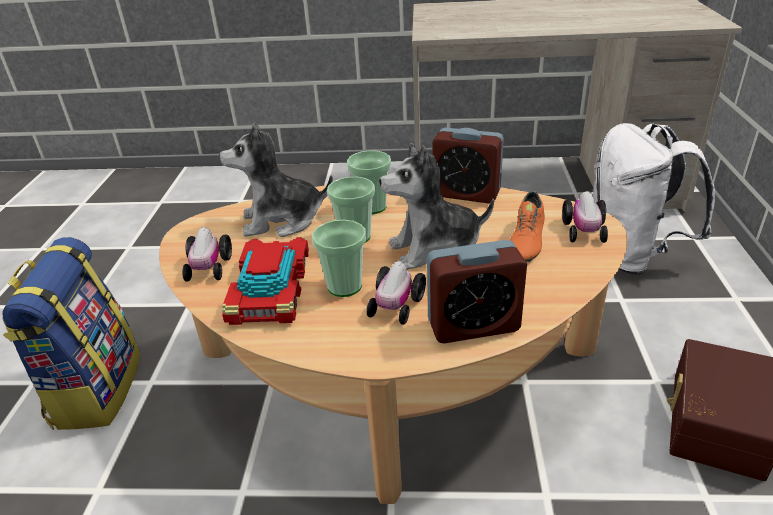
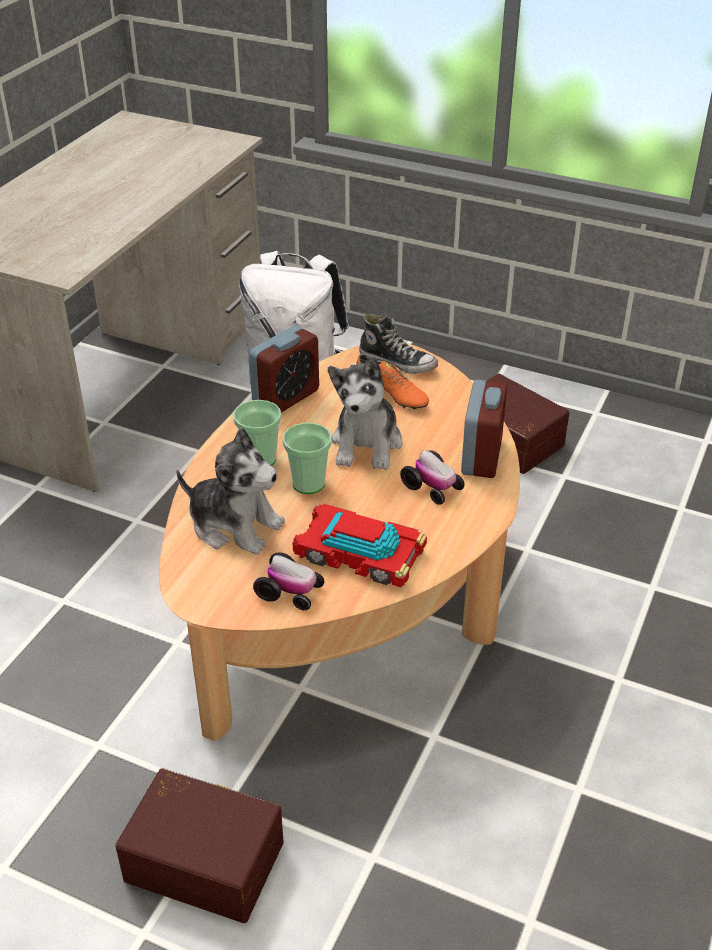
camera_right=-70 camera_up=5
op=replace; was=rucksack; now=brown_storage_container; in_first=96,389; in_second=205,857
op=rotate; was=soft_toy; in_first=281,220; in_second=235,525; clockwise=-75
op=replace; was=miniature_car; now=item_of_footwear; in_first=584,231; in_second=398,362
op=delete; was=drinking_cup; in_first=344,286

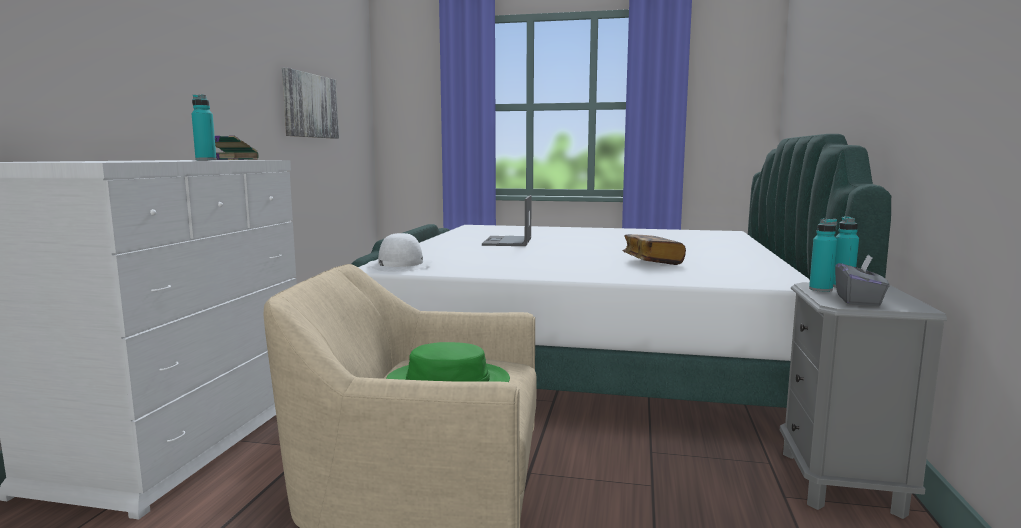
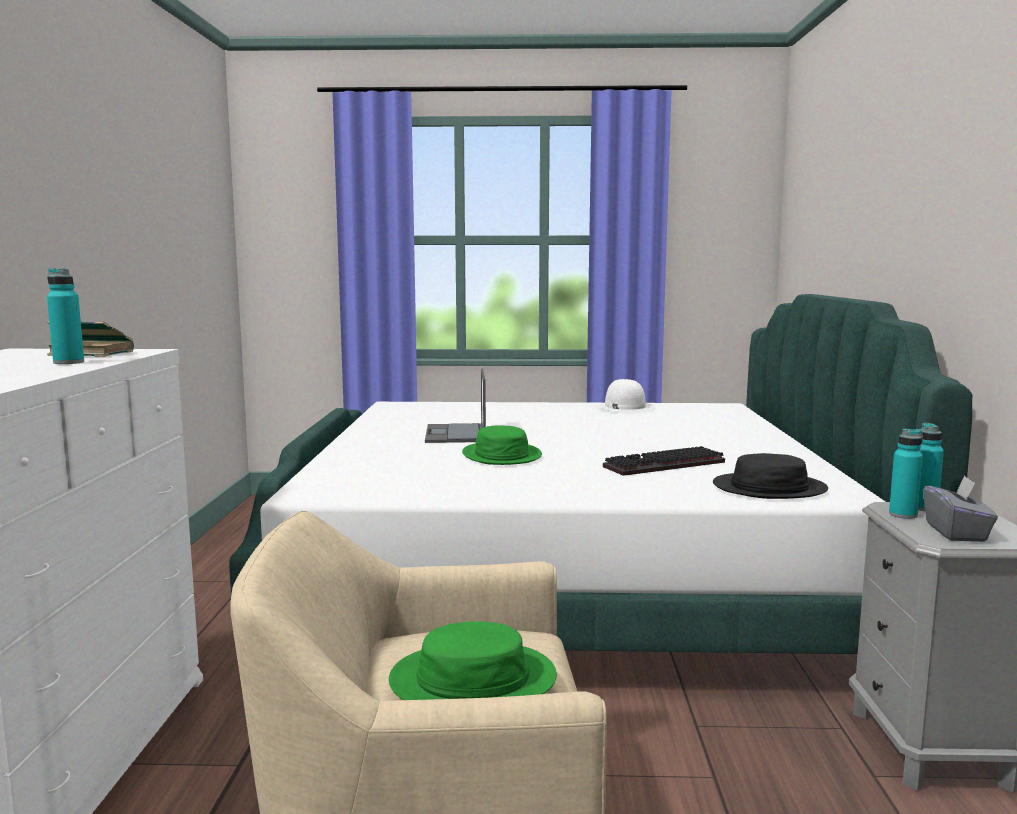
camera_right=-10 camera_up=0
op=insert; now=green-coloured_wearable_hat; in_second=501,455
op=move; was=white-coloured_wearable_hat; in_first=400,265; in_second=624,408
op=replace; was=book; now=PC_keyboard; in_first=652,262; in_second=664,465
op=insert; now=blackish_wearable_hat; in_second=769,488
op=delete; was=wall_art; in_first=309,106

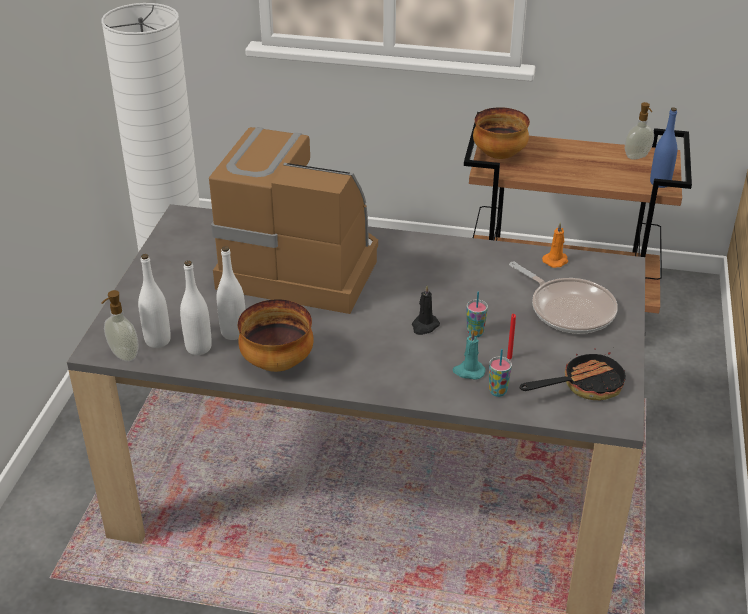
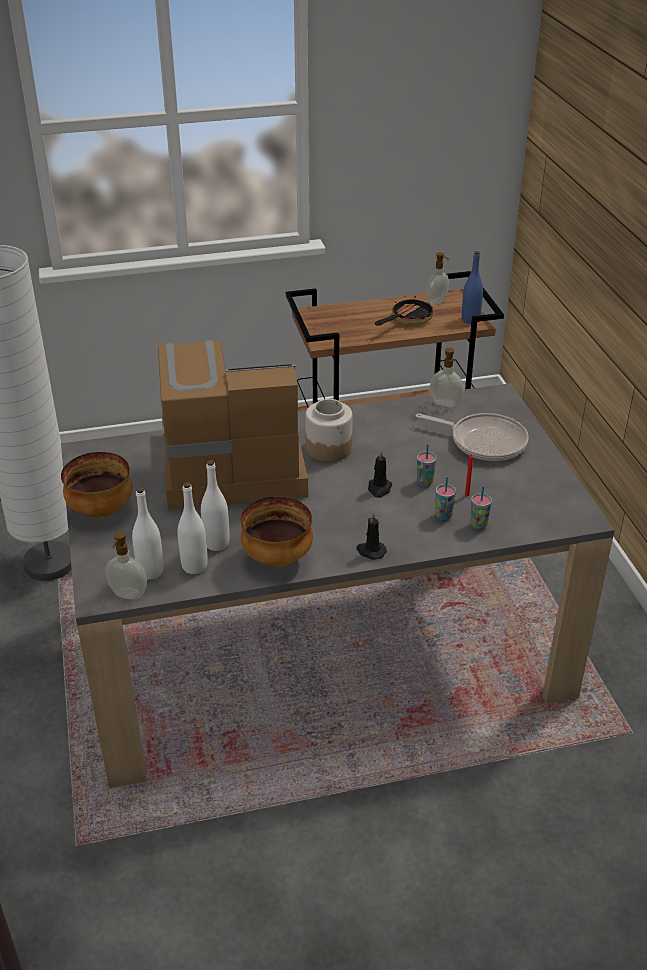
camera_right=-25 camera_up=0
op=move; was=serving_bowl; in_first=500,155; in_second=102,510
op=insert; now=storage_jar; in_second=329,448
op=insert; now=blackish_candle; in_second=370,551
op=move; was=pan; in_first=584,385; in_second=407,320
op=replace; was=orange-coloured_candle; now=liquid_soap_bottle; in_first=556,261; in_second=444,404
op=replace; was=turquoise-coloured_candle; now=drinking_cup; in_first=468,371; in_second=443,516

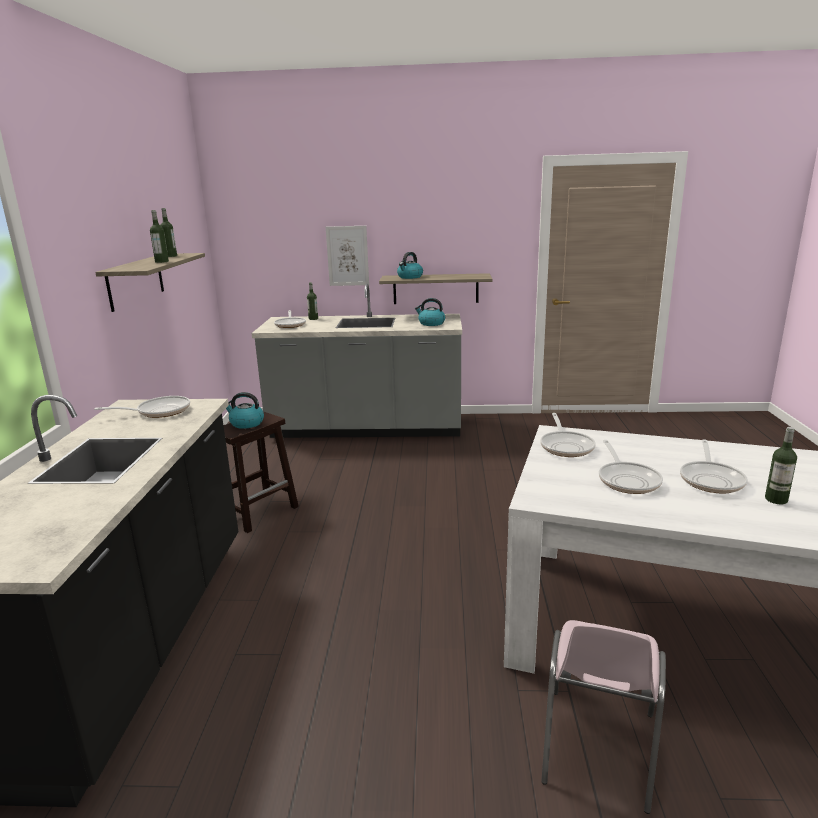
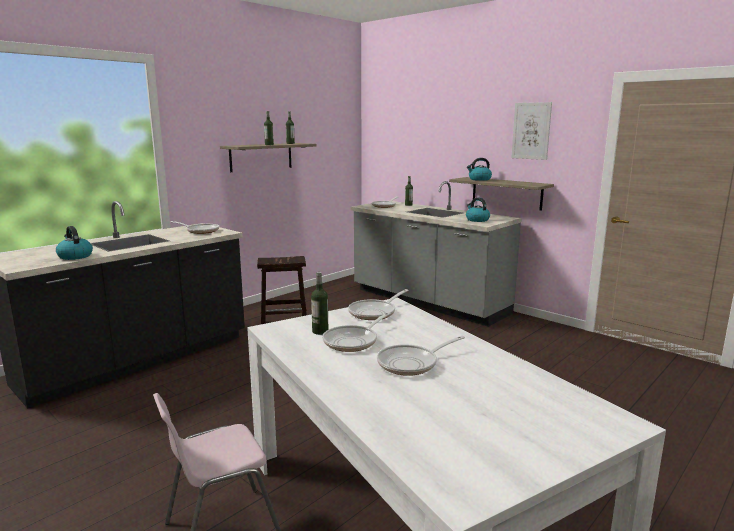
camera_right=40 camera_up=-5
op=move; was=water_kettle; in_first=246,423; in_second=75,256
op=move; was=beverage_bottle; in_first=776,499; in_second=320,331
op=move; was=wall_art; in_first=347,256; in_second=531,131

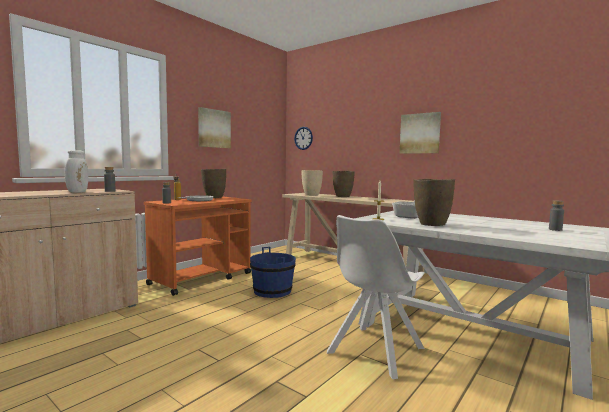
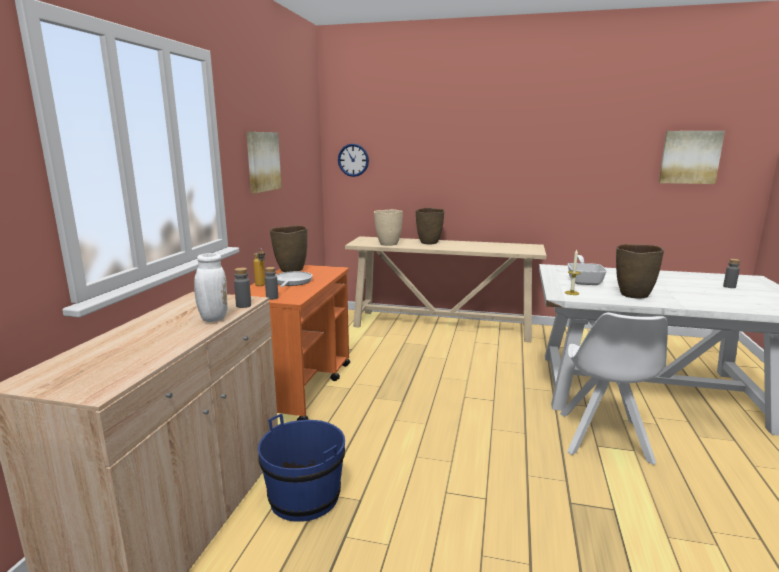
camera_right=-25 camera_up=10
op=move; was=blue-coloured_pail; in_first=272,291; in_second=305,497
op=move; was=wall_art; in_first=420,133; in_second=690,157

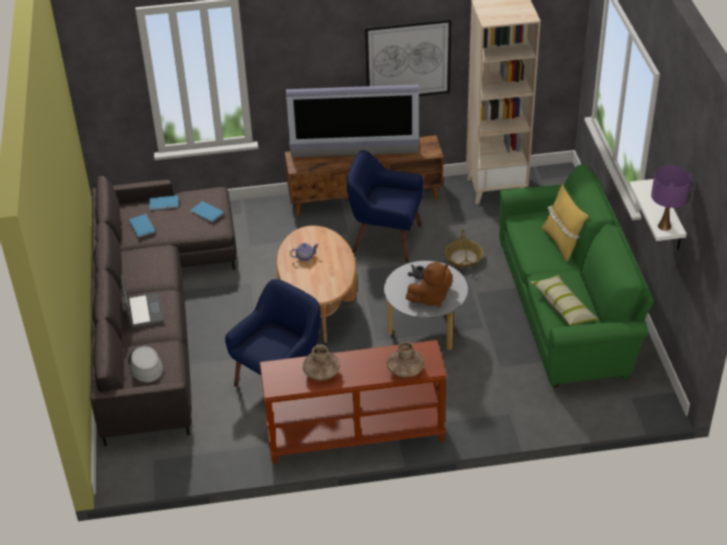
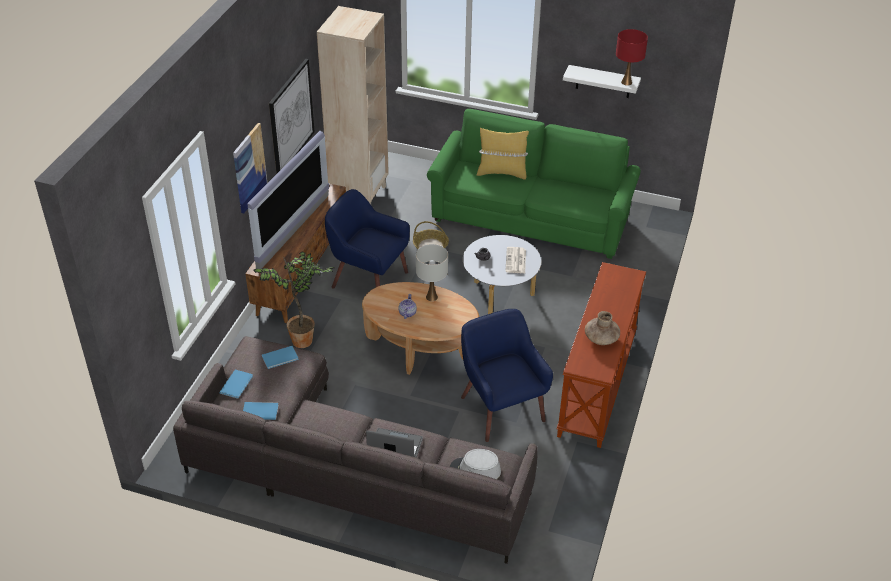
camera_right=-65 camera_up=0
op=insert; now=wall_art; in_second=249,168
op=insert; now=houseplant; in_second=304,339
op=rotate; was=blue-coloured_lounge_chair; in_first=385,239; in_second=368,280; clockwise=75
op=insert; now=white-coloured_table_lamp; in_second=431,297
op=replace; was=brown_soft_toy; now=daily_paper; in_first=430,298; in_second=516,261
op=recolor; was=purplish_table_lamp; now=red_table_lamp; in_first=664,226; in_second=626,82
op=delete; was=brown_flower_vase; in_first=405,370
op=delete; was=throw_pillow; in_first=563,307

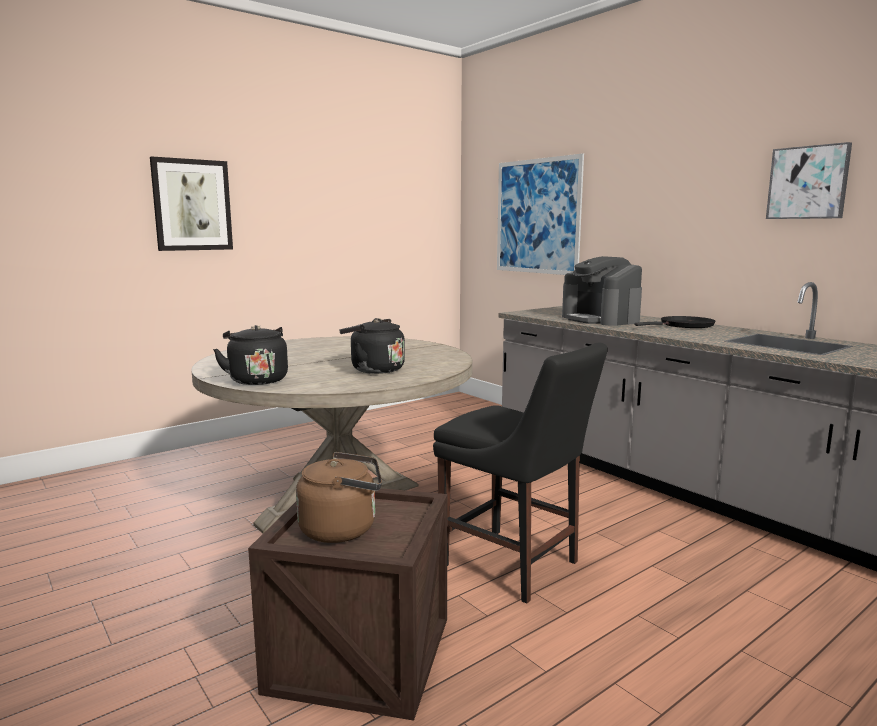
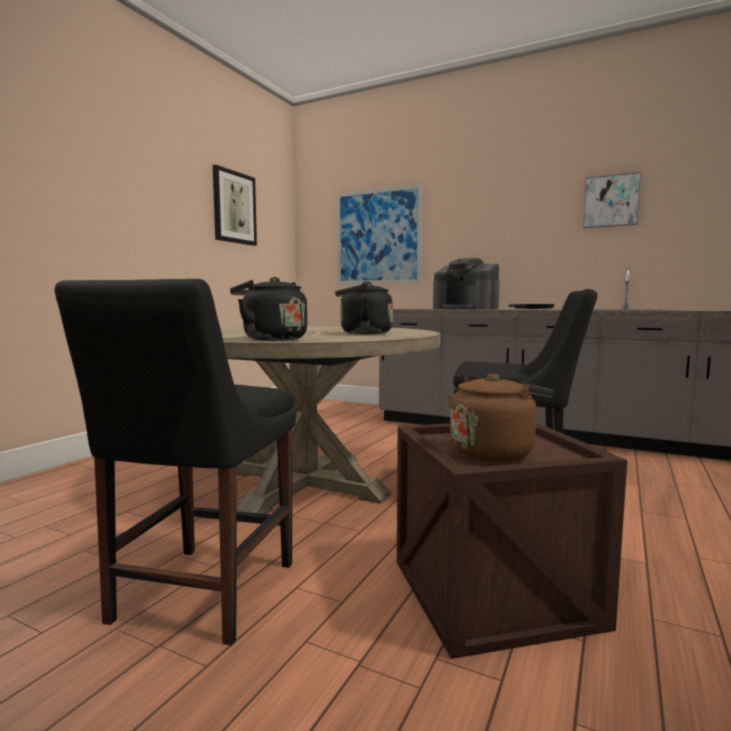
camera_right=-25 camera_up=-5
op=insert; now=blackish_chair; in_second=199,596
op=move; was=wall_art; in_first=192,205; in_second=234,207

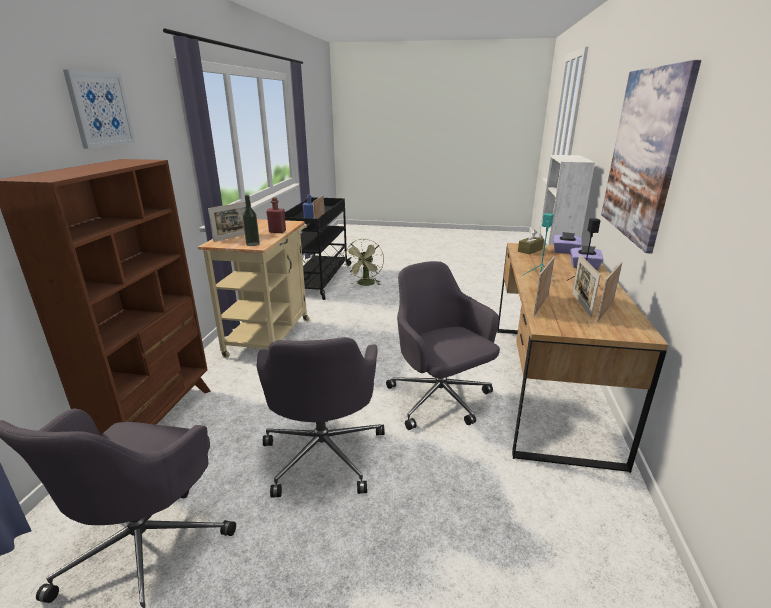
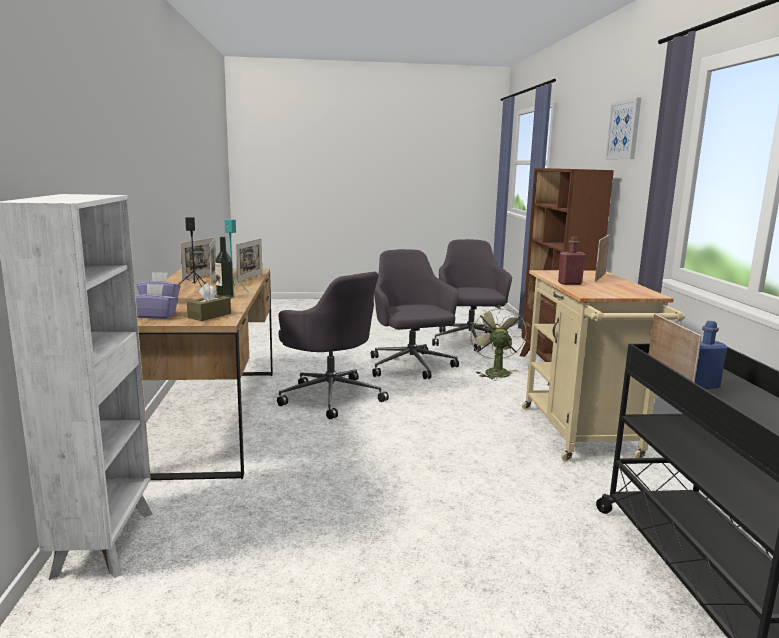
camera_right=165 camera_up=-10
op=move; was=beverage_bottle; in_first=253,244; in_second=225,297
op=move; was=green-coloured_cooling_fan; in_first=365,284; in_second=495,372
op=delete; was=wall_art; in_first=643,155

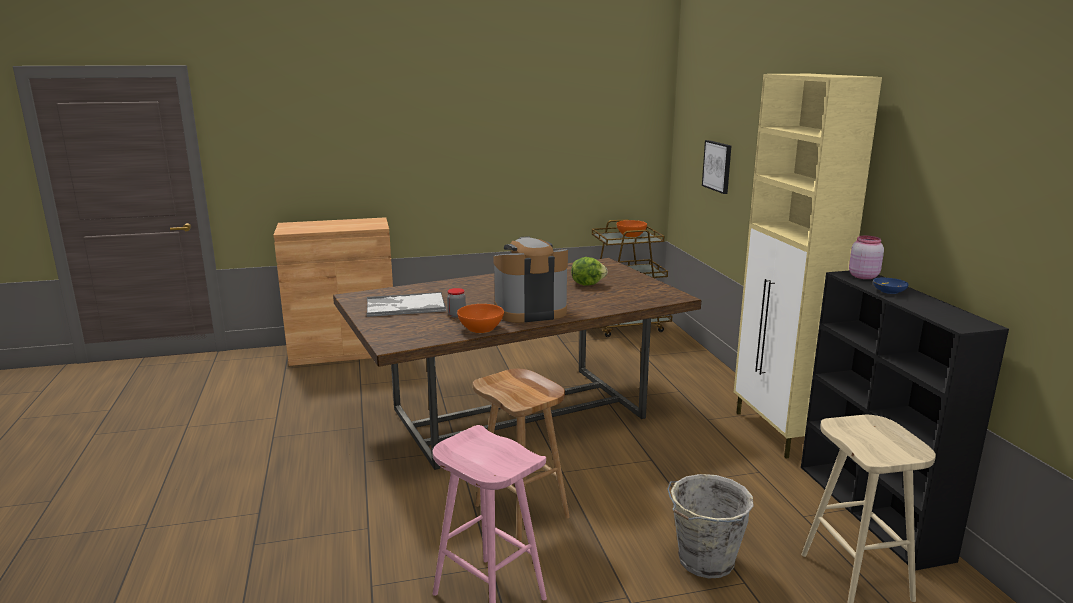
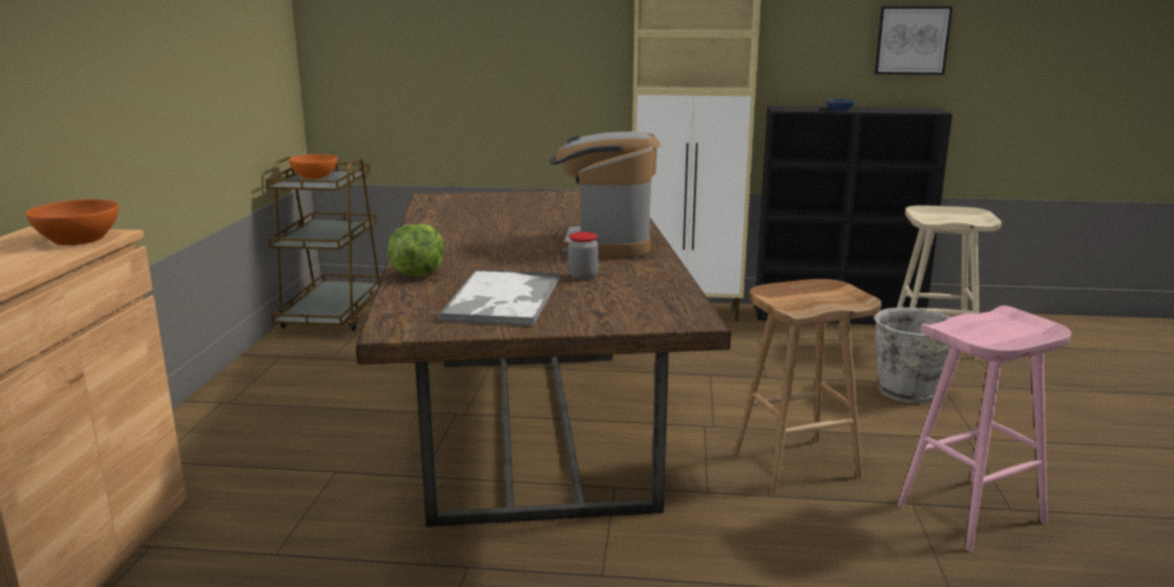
camera_right=-70 camera_up=0
op=move; was=orange-coloured_serving_bowl; in_first=480,328; in_second=78,239
op=move; was=head_of_lettuce; in_first=587,284; in_second=417,274
op=move; was=wall_art; in_first=717,166; in_second=912,40
op=delete; was=pink-coloured_storage_jar; in_first=862,276

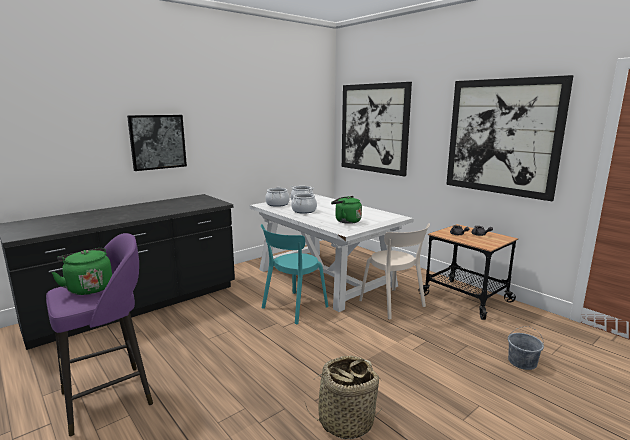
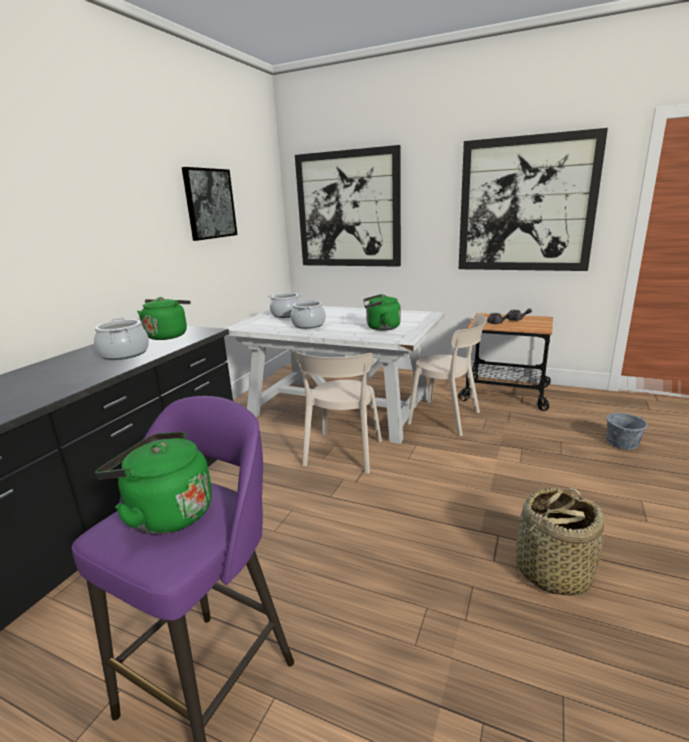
camera_right=-25 camera_up=5
op=move; was=saucepot; in_first=277,204; in_second=124,354
op=insert; now=green-coloured_water_kettle; in_second=168,335
op=move; was=wall_art; in_first=157,142; in_second=209,204
op=recolor; was=turquoise-coloured_chair; now=beige_chair; in_first=292,308; in_second=342,455

